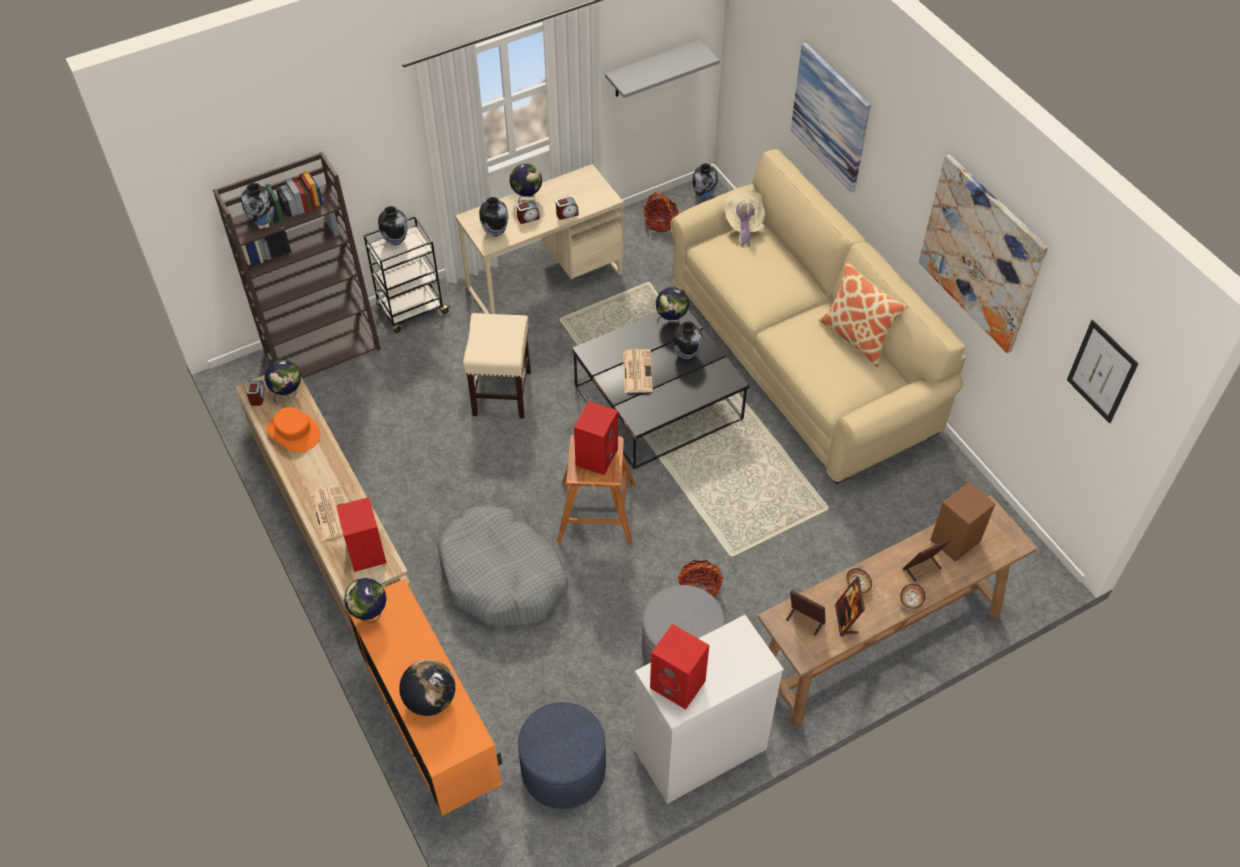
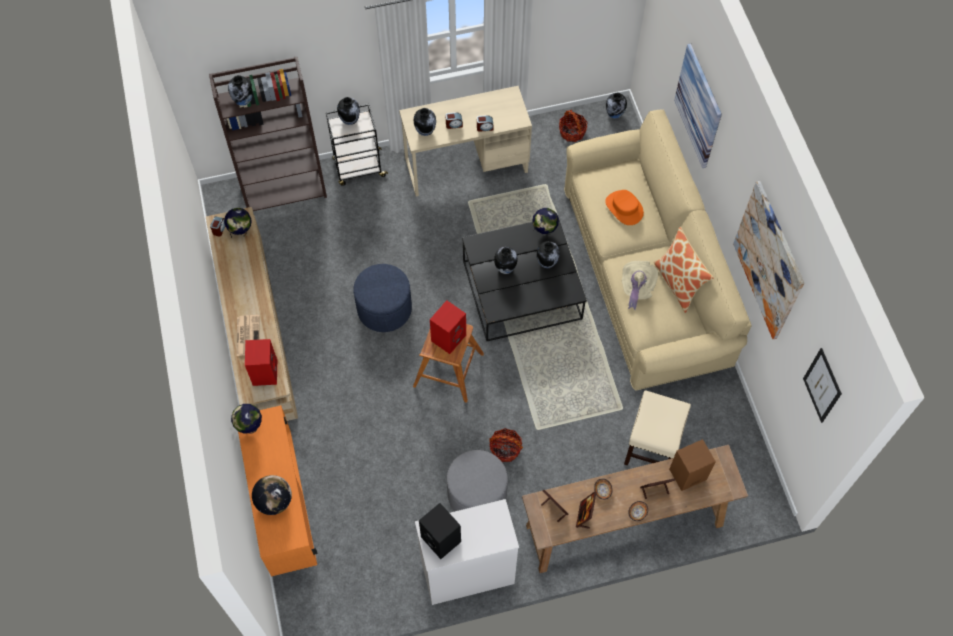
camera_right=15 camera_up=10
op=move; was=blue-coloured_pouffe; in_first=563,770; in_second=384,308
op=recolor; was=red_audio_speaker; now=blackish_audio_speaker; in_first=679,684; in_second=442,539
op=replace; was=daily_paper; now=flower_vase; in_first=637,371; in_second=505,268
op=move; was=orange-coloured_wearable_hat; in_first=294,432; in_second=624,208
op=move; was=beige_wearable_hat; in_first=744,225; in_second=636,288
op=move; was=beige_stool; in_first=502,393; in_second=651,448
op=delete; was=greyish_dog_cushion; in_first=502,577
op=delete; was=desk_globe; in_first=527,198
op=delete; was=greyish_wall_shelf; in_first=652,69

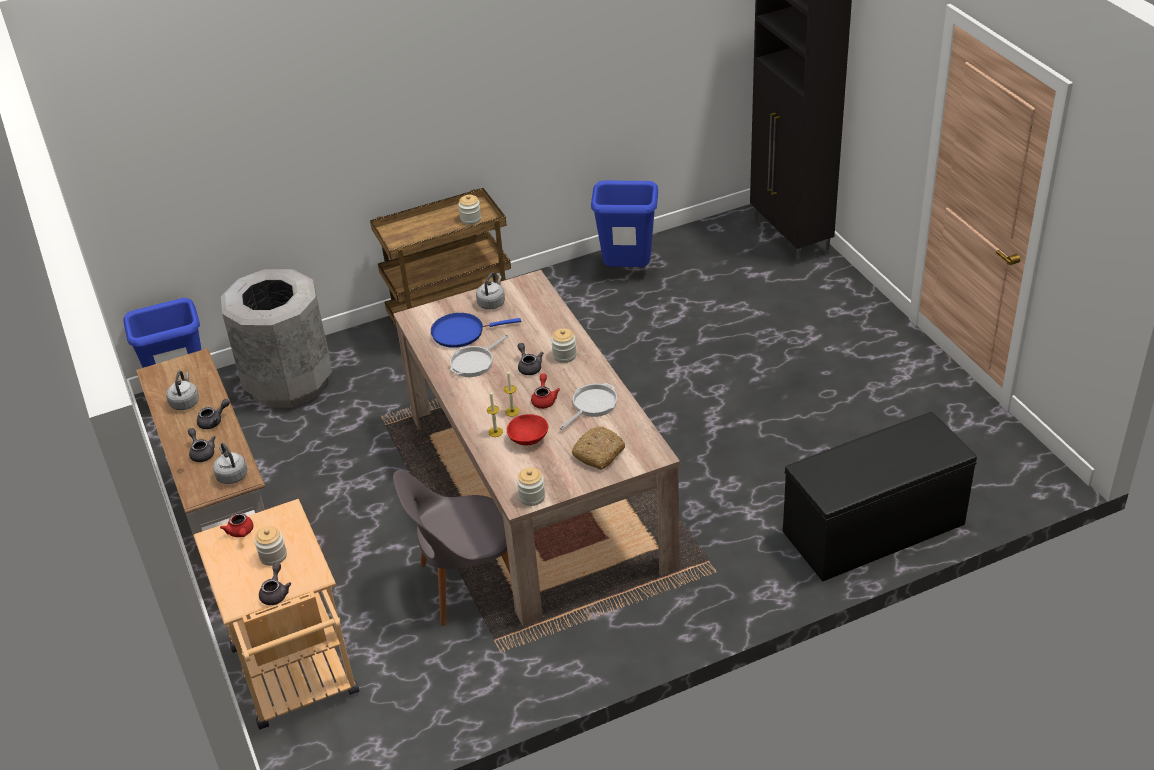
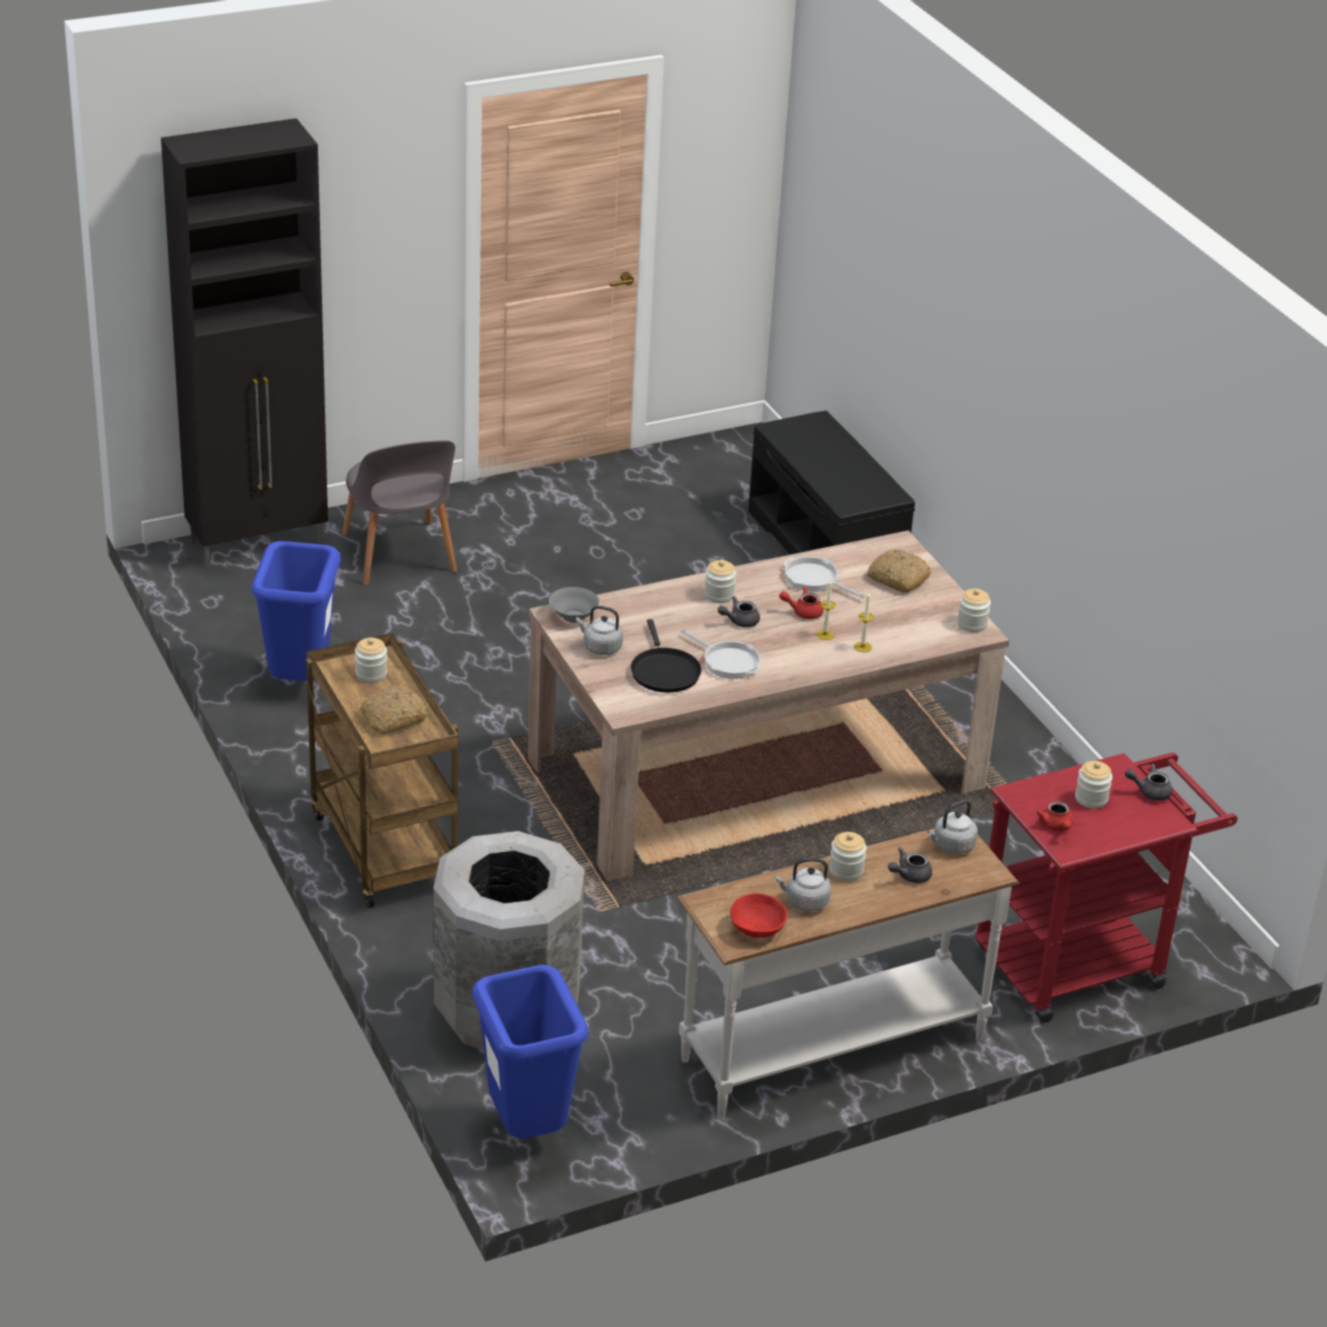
camera_right=-95 camera_up=-5
op=move; was=greyish_chair; in_first=467,584; in_second=399,556
op=insert; now=baked_bread; in_second=393,718
op=insert; now=greyish_serving_bowl; in_second=574,616
op=recolor; was=blue-coloured_pan; now=blackish_pan; in_first=461,332; in_second=664,671
op=move; was=red_serving_bowl; in_first=529,438; in_second=757,928
op=replace; was=greyish_teapot; now=storage_jar; in_first=214,421; in_second=846,871
op=recolor; was=beige_trolley; now=red_trolley; in_first=298,679; in_second=1084,961
op=rotate; was=red_teapot; in_first=241,533; in_second=1056,827; clockwise=105

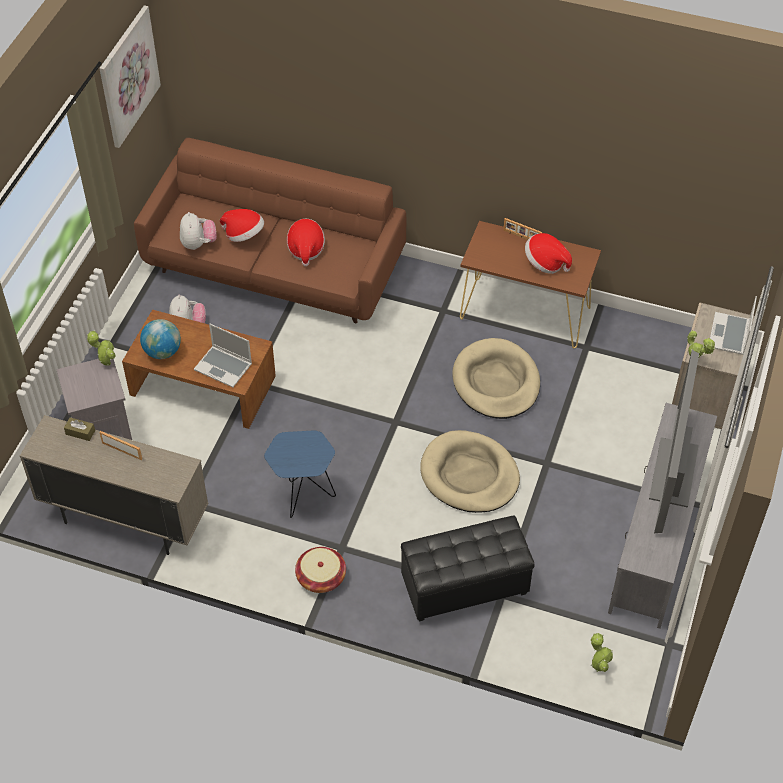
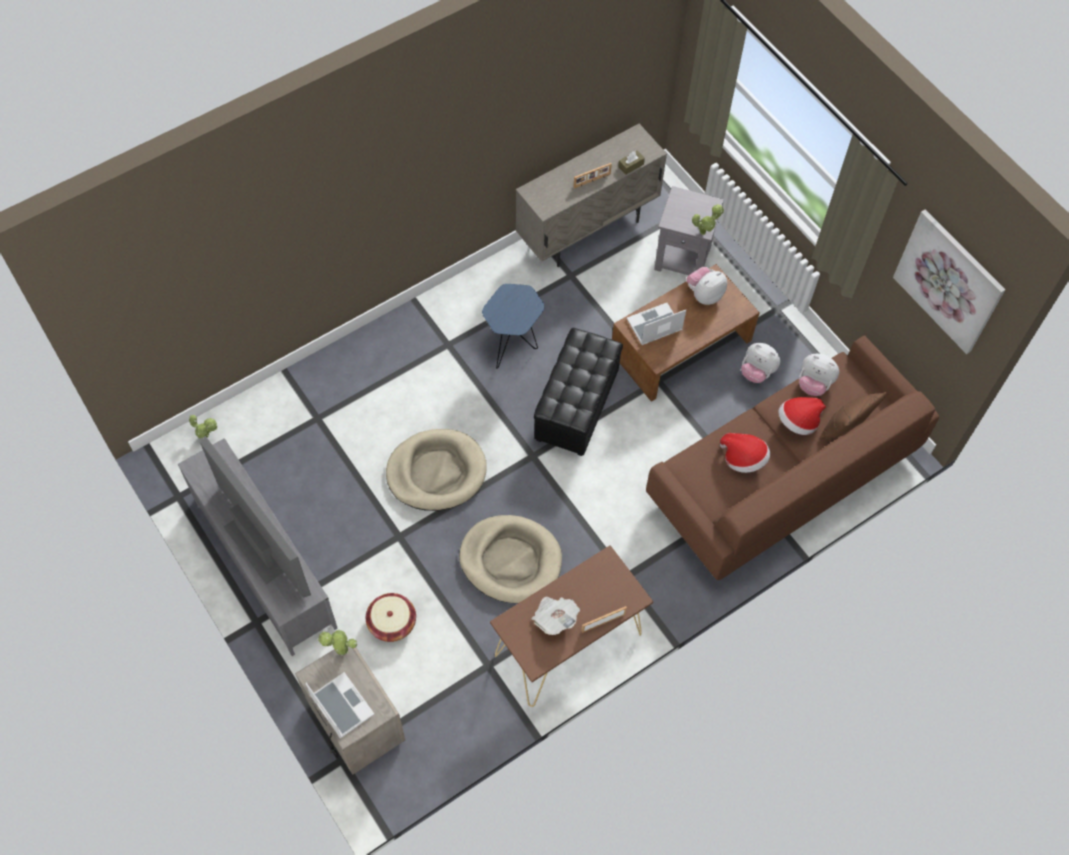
camera_right=125 camera_up=10
op=move; was=basket; in_first=321,577; in_second=392,622
op=replace; was=wearable_hat; now=daily_paper; in_first=545,263; in_second=555,618
op=move; was=blackish_pouffe; in_first=465,587; in_second=575,406
op=replace; was=desk_globe; now=soft_toy; in_first=163,351; in_second=704,294
op=insert; now=brown_throw_pillow; in_second=845,427

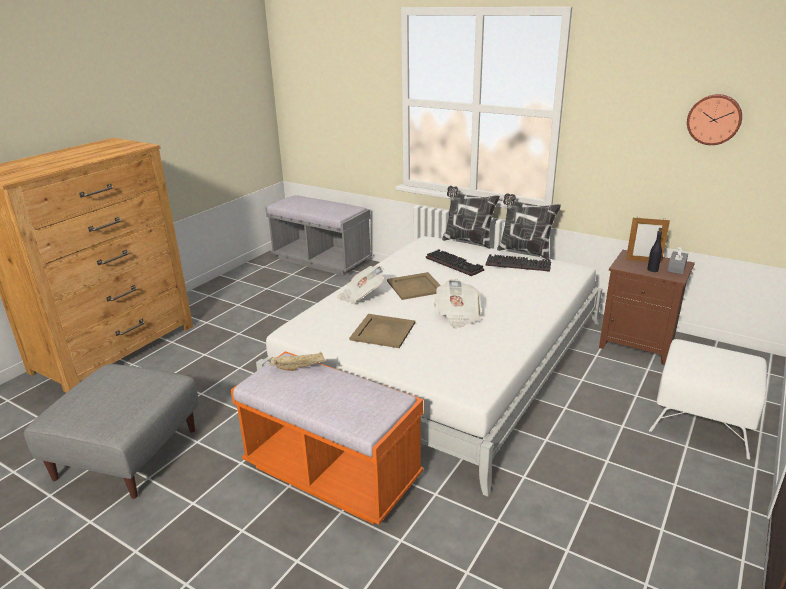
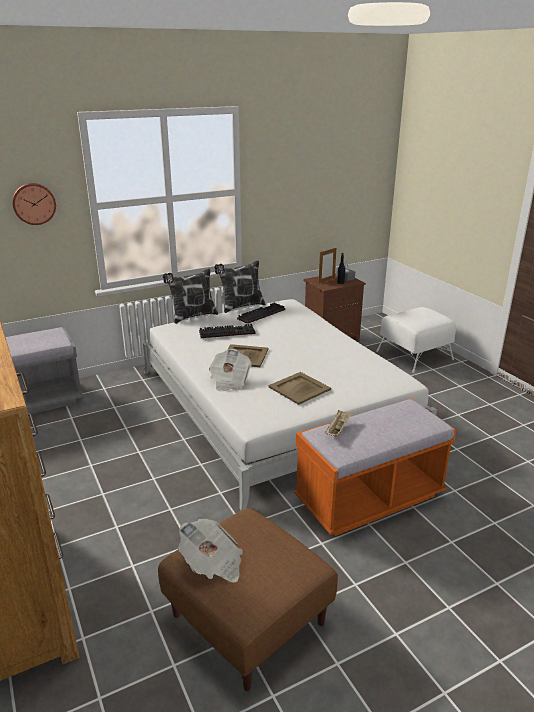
camera_right=-60 camera_up=0
op=move; was=clock_on_the_wall; in_first=714,119; in_second=34,203
op=recolor; was=greyish_pouffe; now=brown_pouffe; in_first=126,453; in_second=247,619
op=move; was=daily_paper; in_first=457,315; in_second=212,564

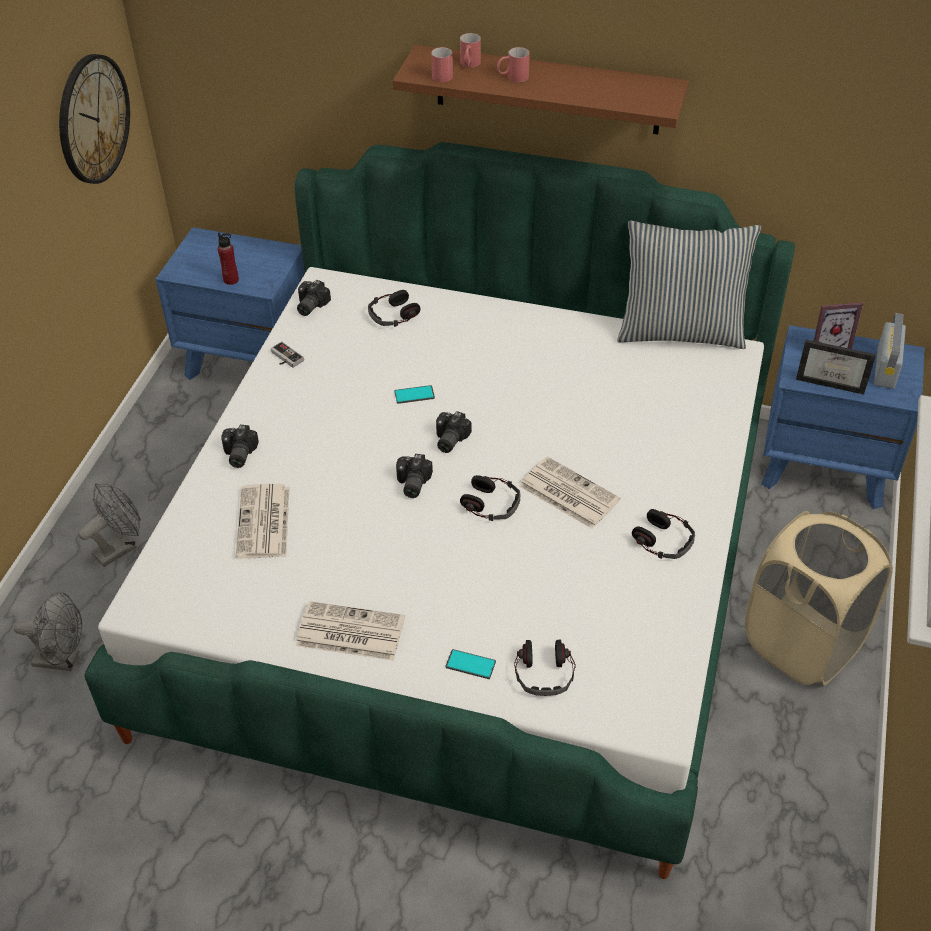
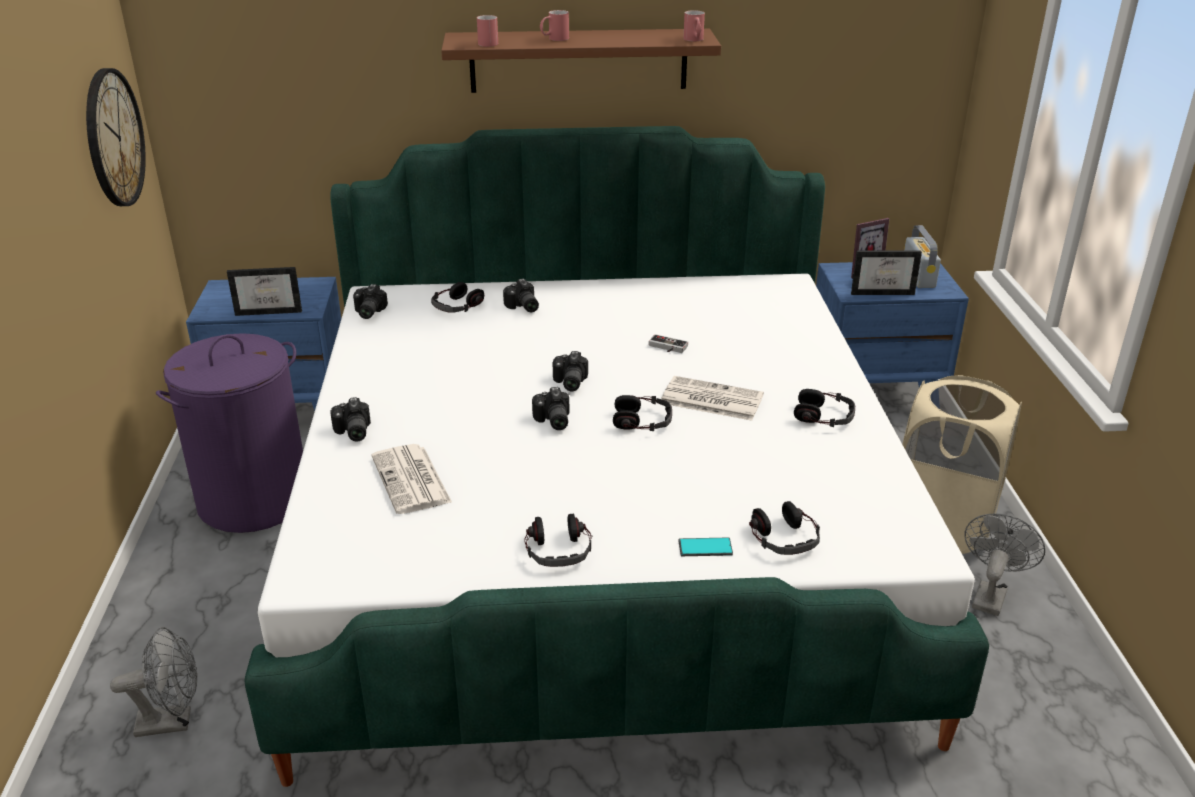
camera_right=-20 camera_up=-15
op=insert; now=purplish_washing_basket; in_second=254,500
op=replace; was=red_beverage_bottle; now=picture_frame; in_first=231,280; in_second=271,310
op=insert; now=still_camera; in_second=522,307
op=replace; was=daily_paper; now=headset; in_first=349,632; in_second=559,550
op=move; was=joypad; in_first=284,358; in_second=666,347
op=move; was=red_coffee_mug; in_first=469,65; in_second=694,40
op=move; was=greyish_cooling_fan; in_first=120,547; in_second=990,594
op=delete; was=telephone; in_first=414,395
op=delete; was=throw_pillow; in_first=680,331

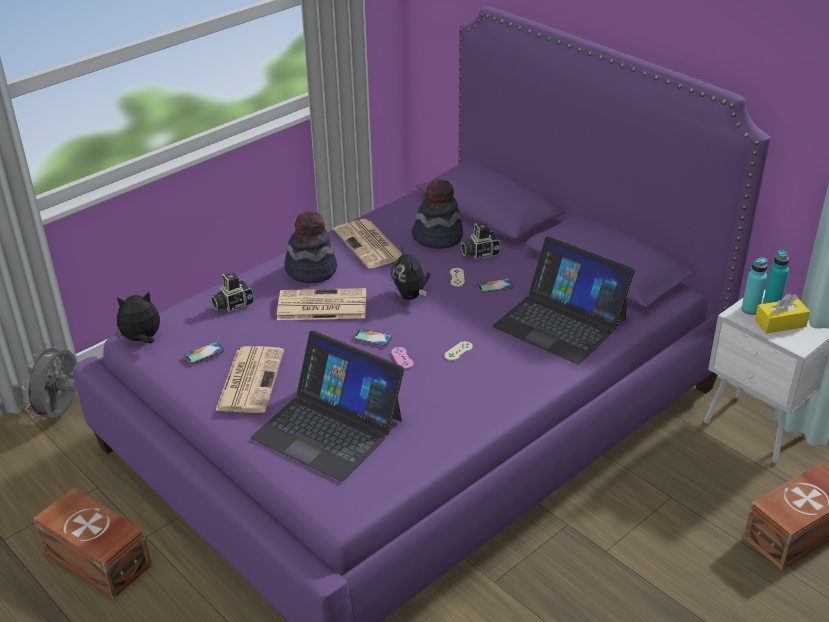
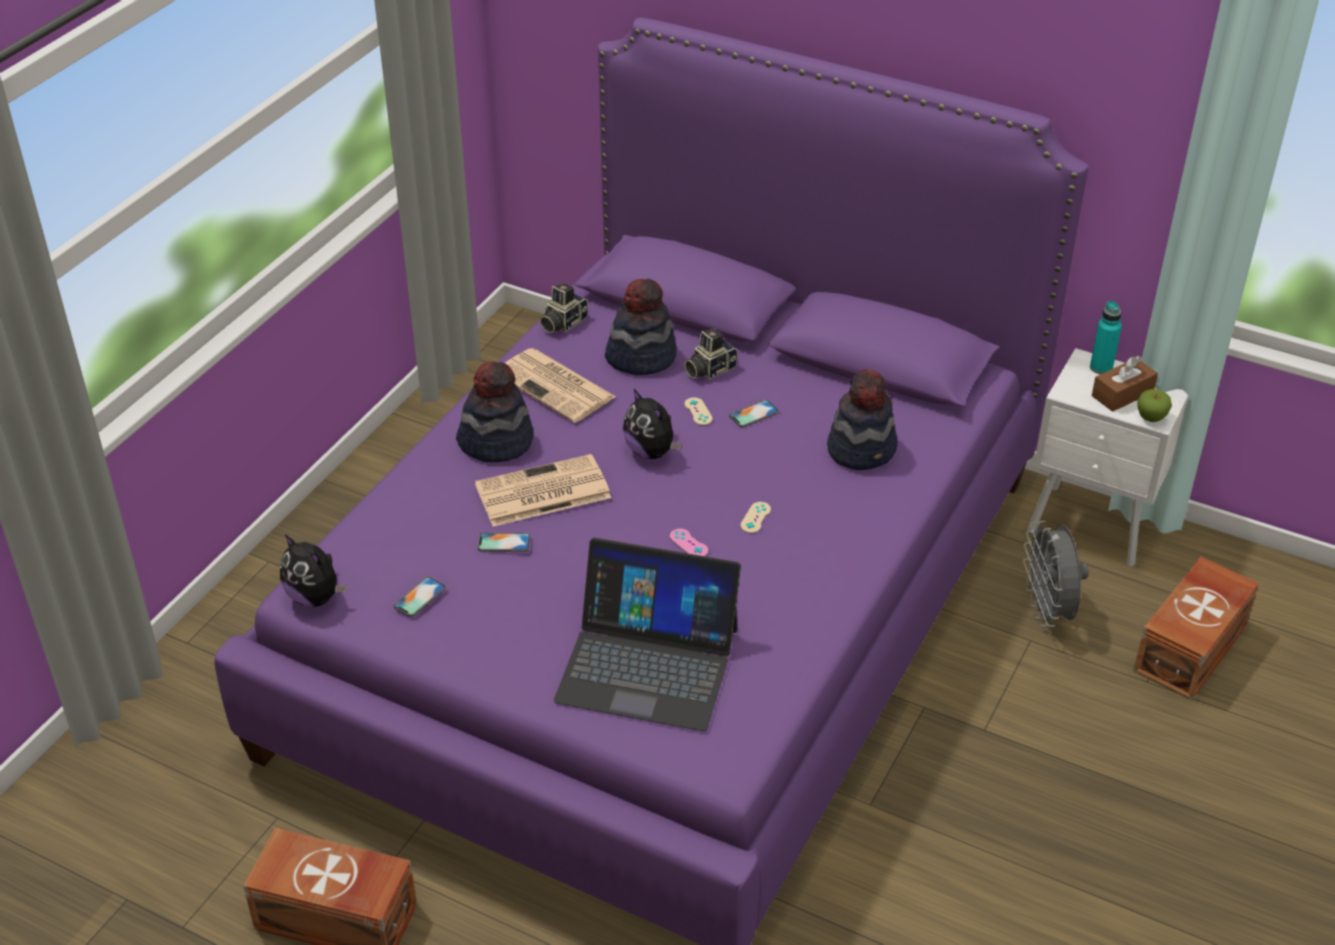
camera_right=-20 camera_up=5
op=rotate; was=soft_toy; in_first=142,339; in_second=315,597; clockwise=-105
op=move; was=telephone; in_first=373,337; in_second=504,542
op=move; was=still_camera; in_first=232,304; in_second=562,323
op=replace; was=laptop; now=wearable_hat; in_first=560,322; in_second=862,449
op=move; was=greyish_cooling_fan; in_first=62,412; in_second=1048,611
op=recolor; was=yellow-coloured_box_of_tissues; now=brown_box_of_tissues; in_first=780,323; in_second=1122,394
op=insert; now=apple_fruit; in_second=1151,418
op=delete; was=daily_paper; in_first=250,379
op=delete; was=turquoise-coloured_beverage_bottle; in_first=750,309

